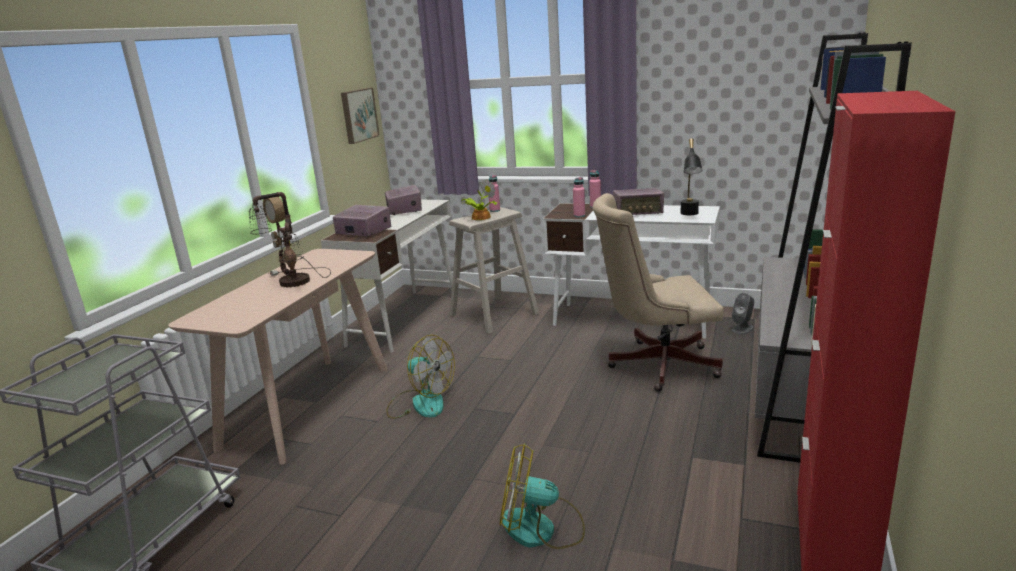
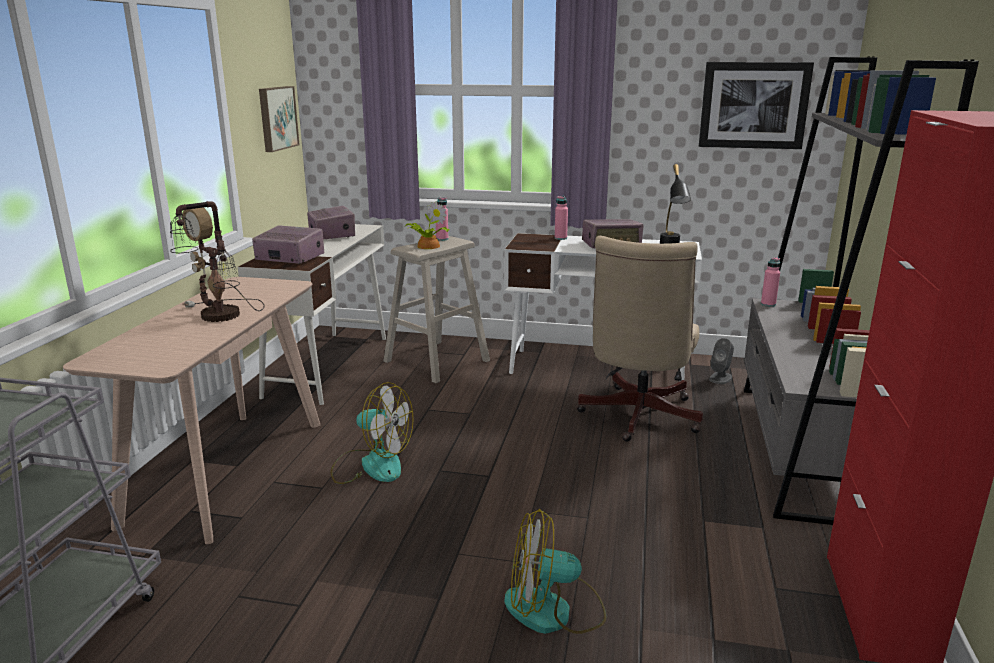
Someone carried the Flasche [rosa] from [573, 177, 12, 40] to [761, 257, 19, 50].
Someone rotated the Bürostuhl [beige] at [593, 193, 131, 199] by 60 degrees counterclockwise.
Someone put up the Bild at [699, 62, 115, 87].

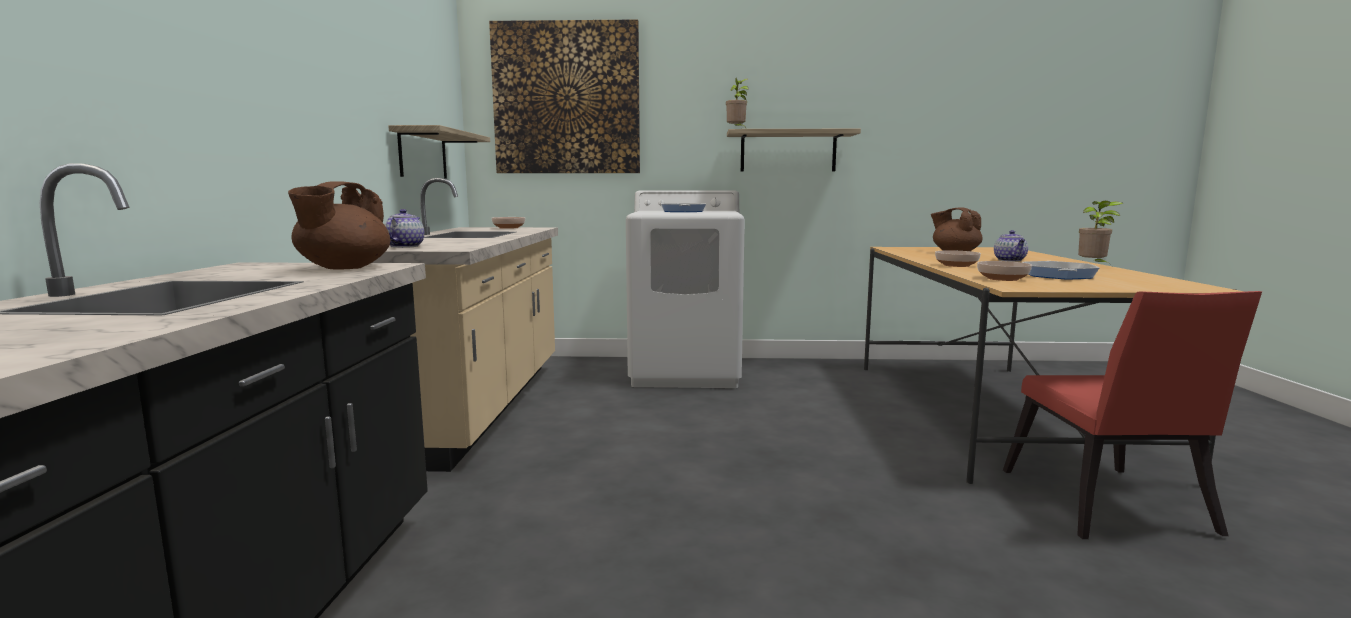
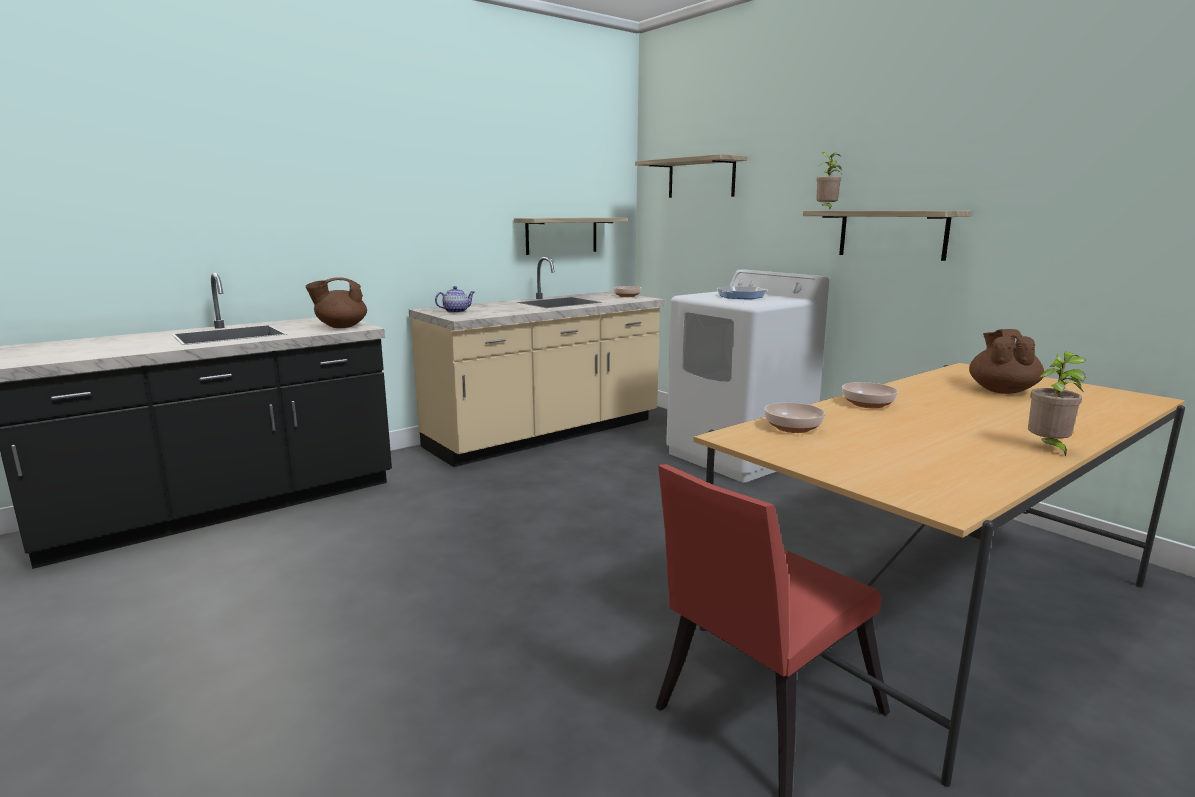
Someone swapped the Bild at [489, 19, 151, 154] for the Wandregal at [635, 154, 112, 44].
Someone took away the Teekanne at [994, 230, 34, 32].
Someone took away the Pfanne at [1022, 261, 77, 19].

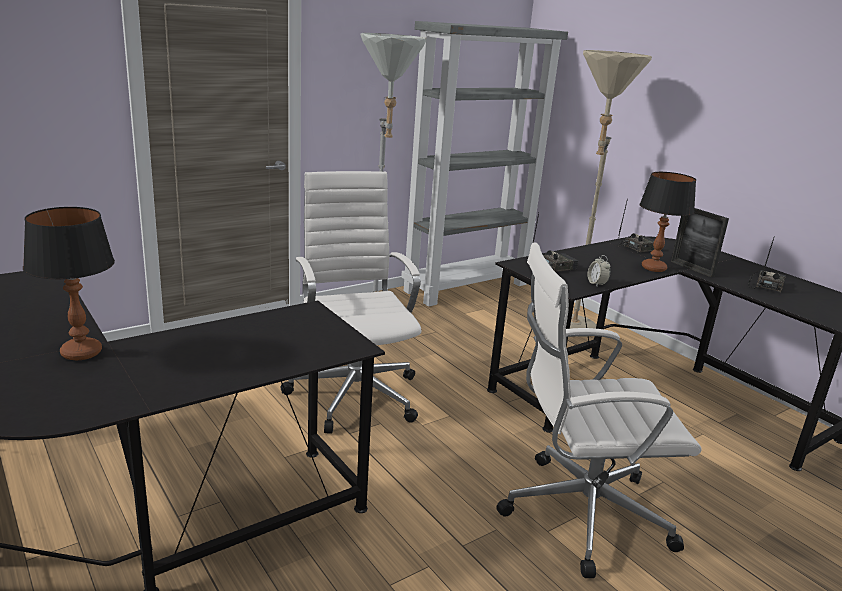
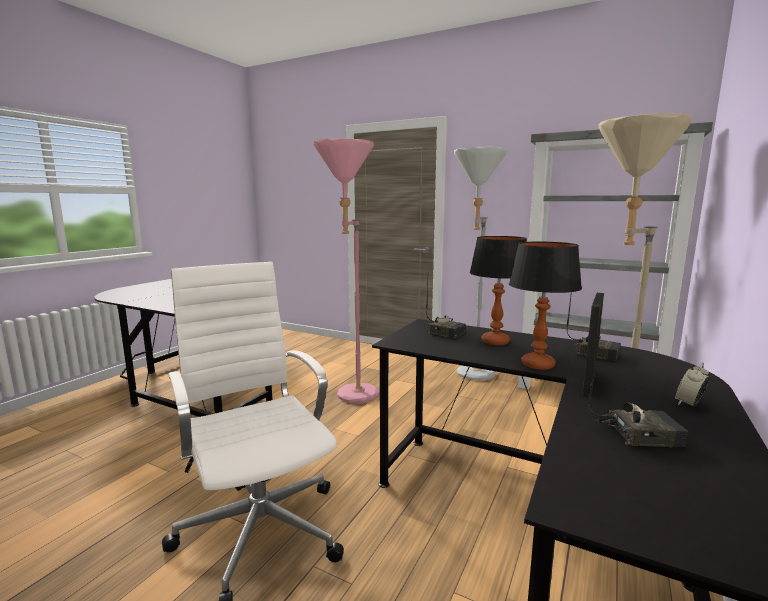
Someone swapped the Bürostuhl [weiß] at [280, 171, 141, 263] for the Stehlampe [rosa] at [314, 138, 66, 266].
Someone carried the Tischlampe from [23, 207, 92, 153] to [470, 236, 57, 109].
Someone carried the Wecker from [587, 255, 23, 31] to [675, 363, 34, 44].

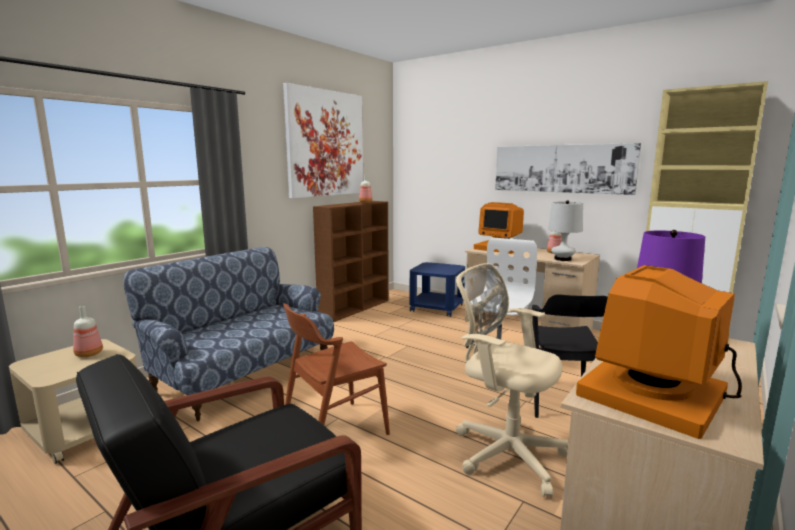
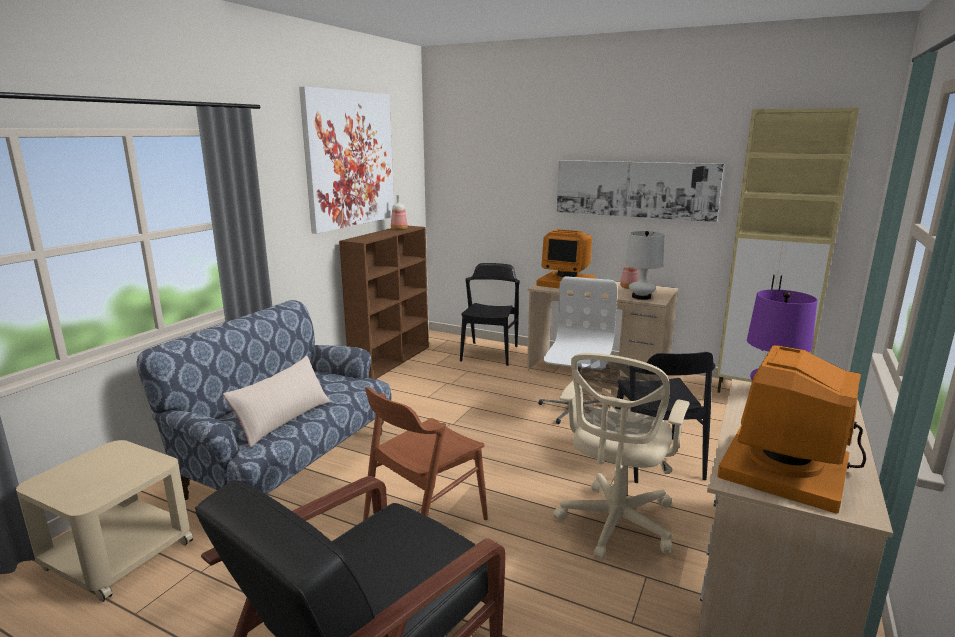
Someone swapped the Beistelltisch [blau] at [409, 262, 56, 55] for the Stuhl [schwarz] at [460, 263, 60, 103].
Someone rotated the Bürostuhl [beige] at [456, 263, 113, 235] by 90 degrees counterclockwise.
Someone took away the Flasche at [73, 306, 30, 51].
Someone put down the Kissen [beige] at [223, 356, 107, 92].

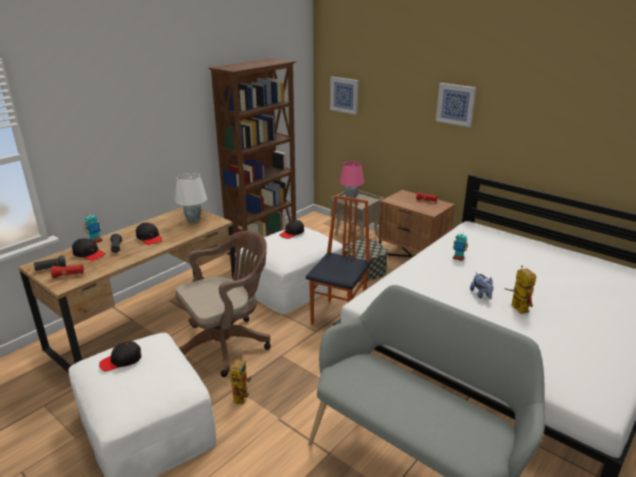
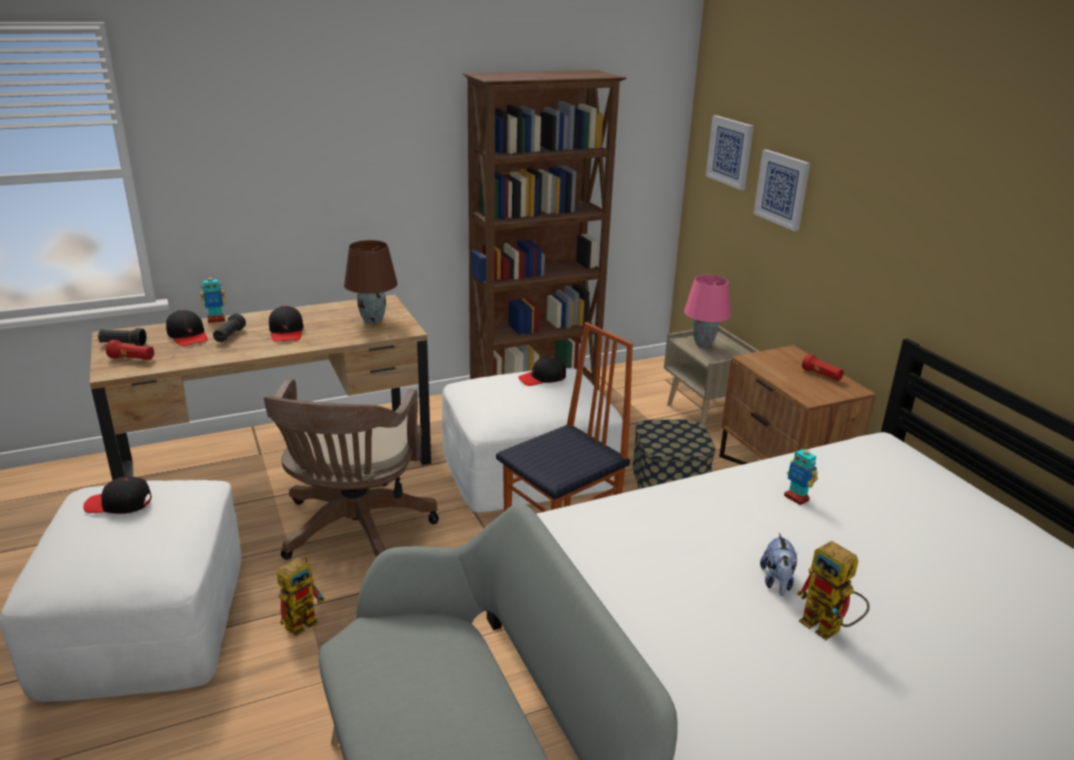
Someone carried the Bild from [436, 83, 40, 44] to [753, 149, 57, 82].
Someone repainted the Tischlampe [weiß] at [175, 173, 32, 50], which became the Tischlampe [braun] at [344, 240, 53, 84].
Someone rotated the Bürostuhl [braun] at [175, 231, 96, 146] by 105 degrees clockwise.
Someone rotated the Spielzeugroboter at [504, 266, 32, 48] by 135 degrees clockwise.

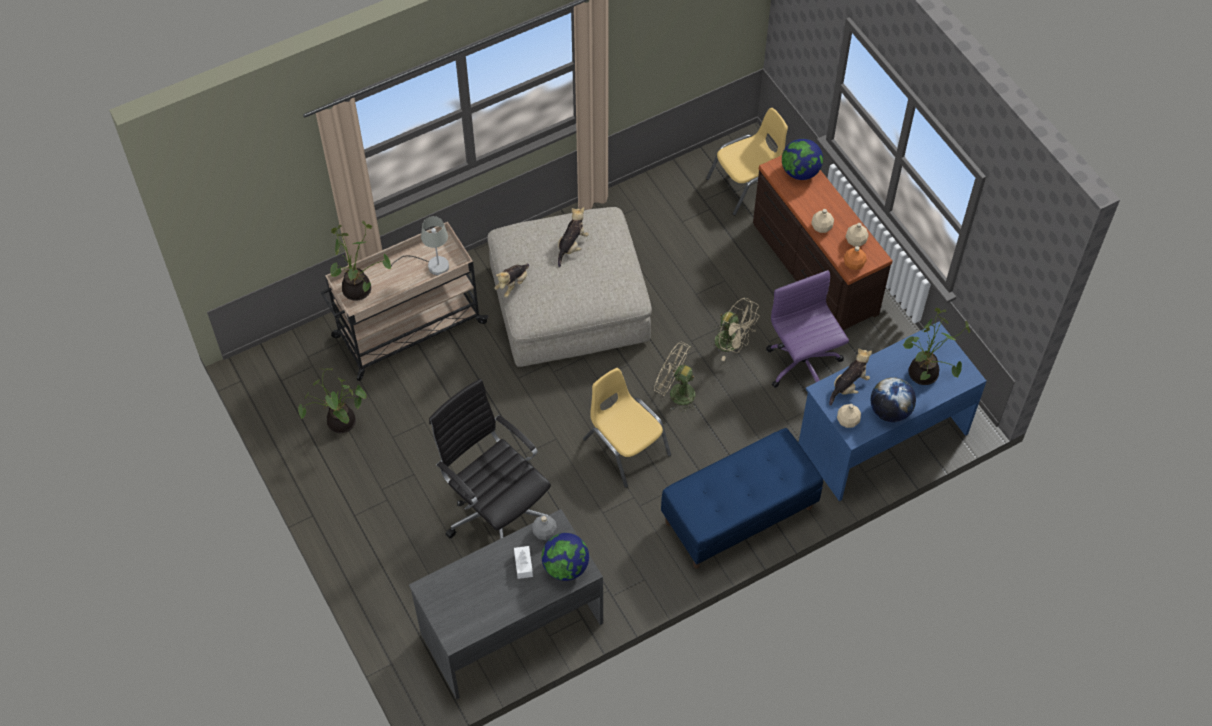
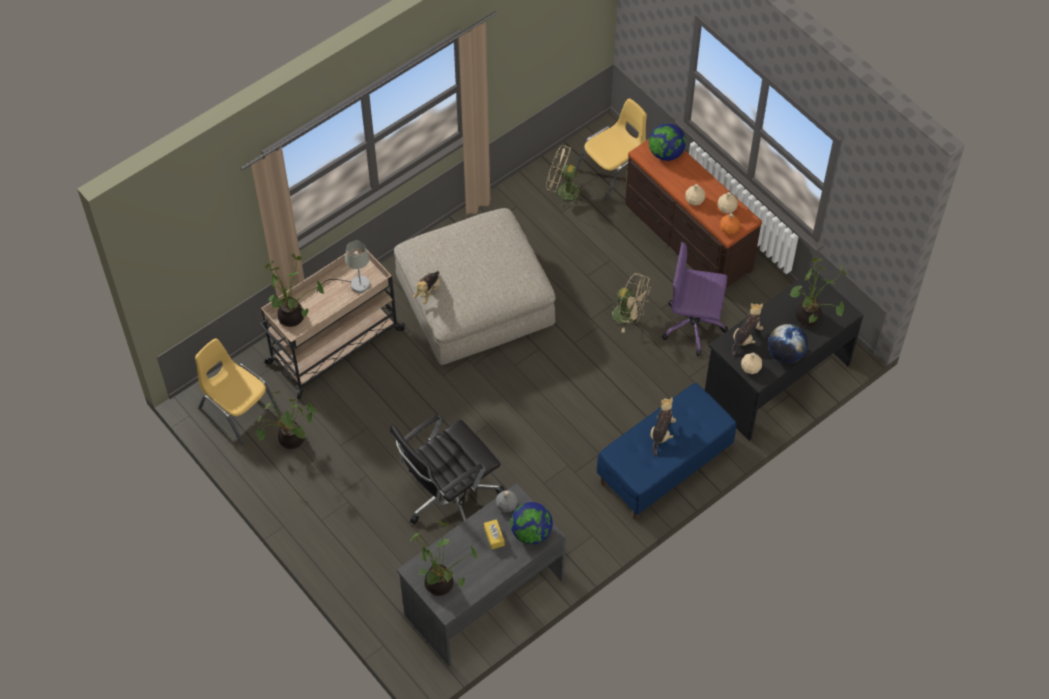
Someone carried the Plüschtier from [558, 207, 31, 60] to [650, 397, 26, 60].
Someone rotated the Bürostuhl [lila] at [766, 270, 83, 118] by 45 degrees counterclockwise.
Someone repainted the Schreibtisch [blau] at [798, 321, 188, 180], which became the Schreibtisch [schwarz] at [705, 269, 158, 172].
Someone carried the Ventilator [beige] from [654, 341, 45, 72] to [546, 145, 38, 62].
Someone carried the Stuhl [gelb] from [583, 368, 88, 120] to [195, 338, 84, 106].
Someone rotated the Bürostuhl [schwarz] at [429, 379, 122, 160] by 75 degrees counterclockwise.
Someone repainted the Taschentuchbox [weiß] at [514, 546, 19, 33], which became the Taschentuchbox [gelb] at [484, 519, 21, 30].
Someone put down the Topfpflanze at [410, 521, 68, 75].

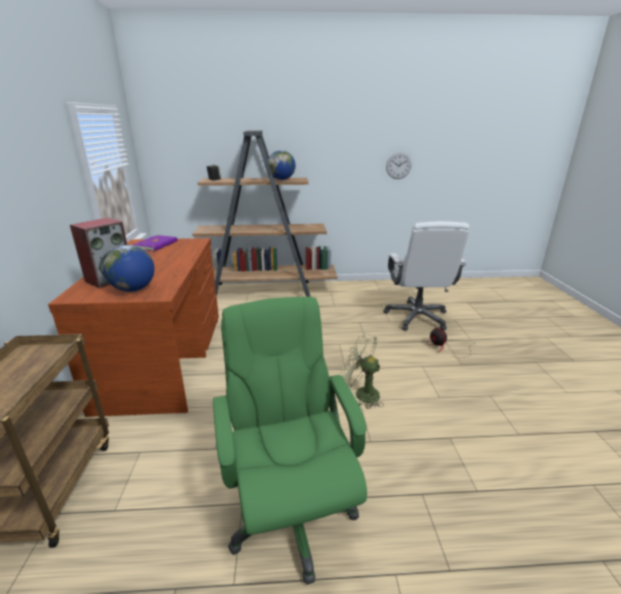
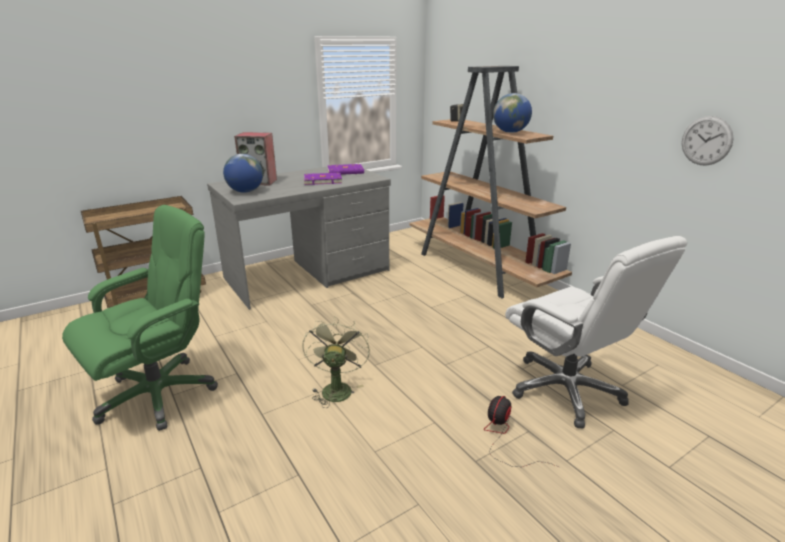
Someone rotated the Bürostuhl [weiß] at [383, 221, 86, 110] by 90 degrees counterclockwise.
Someone repainted the Schreibtisch [braun] at [48, 238, 171, 179], which became the Schreibtisch [grau] at [207, 163, 184, 147].
Someone put down the Buch [lila] at [304, 173, 38, 12].

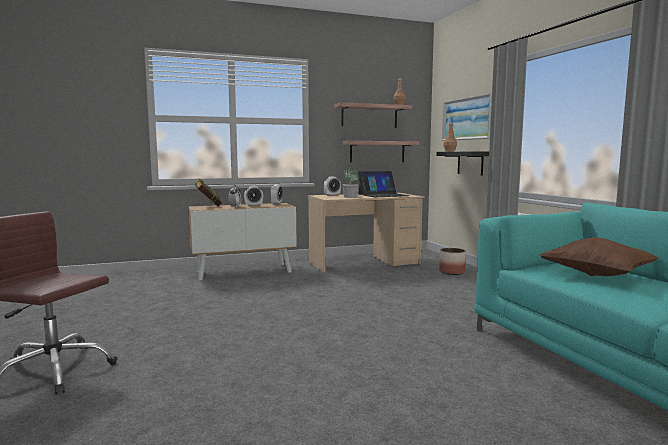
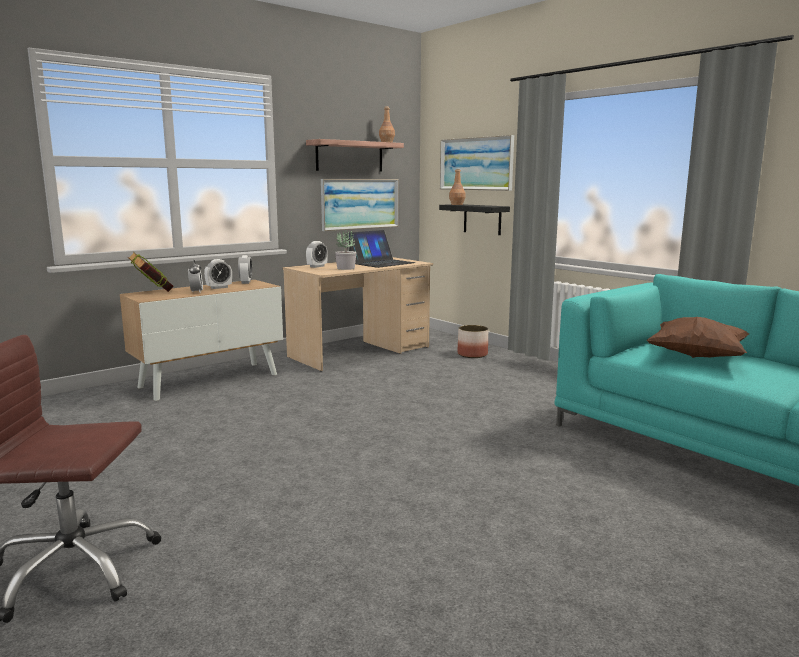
Someone swapped the Wandregal at [343, 141, 76, 22] for the Bild at [321, 179, 78, 52].

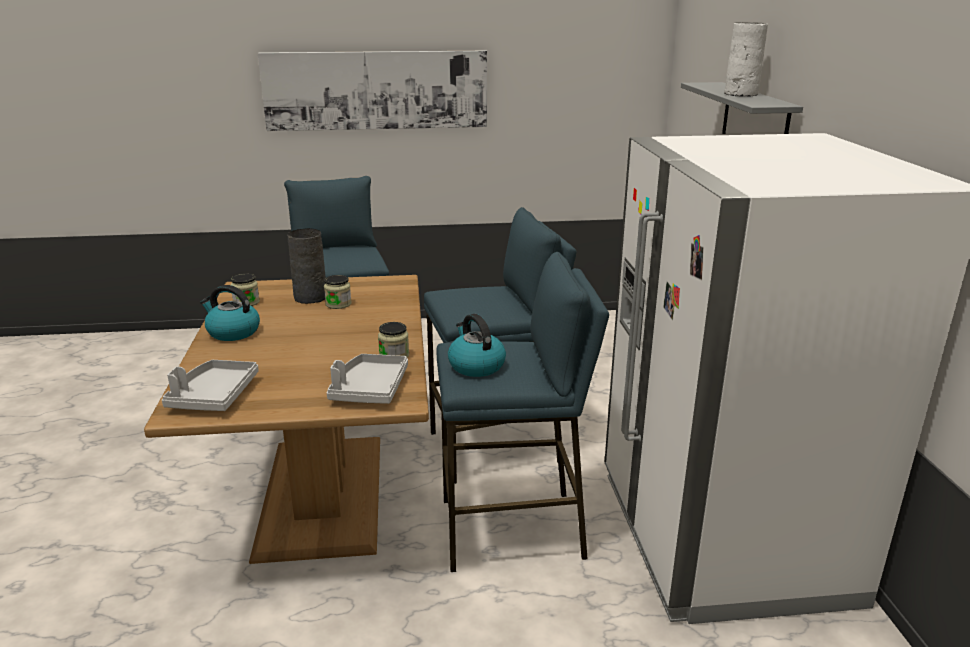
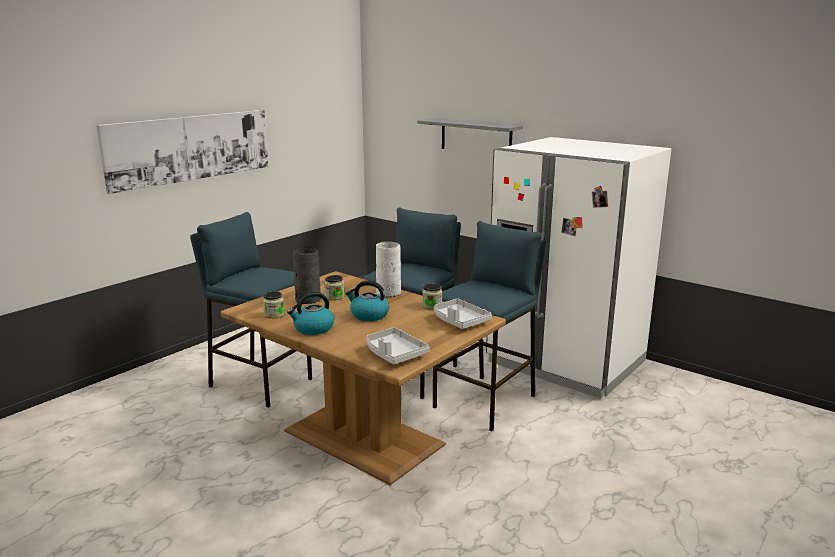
Someone carried the Vase [weiß] from [724, 22, 44, 75] to [376, 241, 25, 56].
Someone carried the Wasserkessel from [448, 314, 58, 63] to [346, 280, 43, 41].

